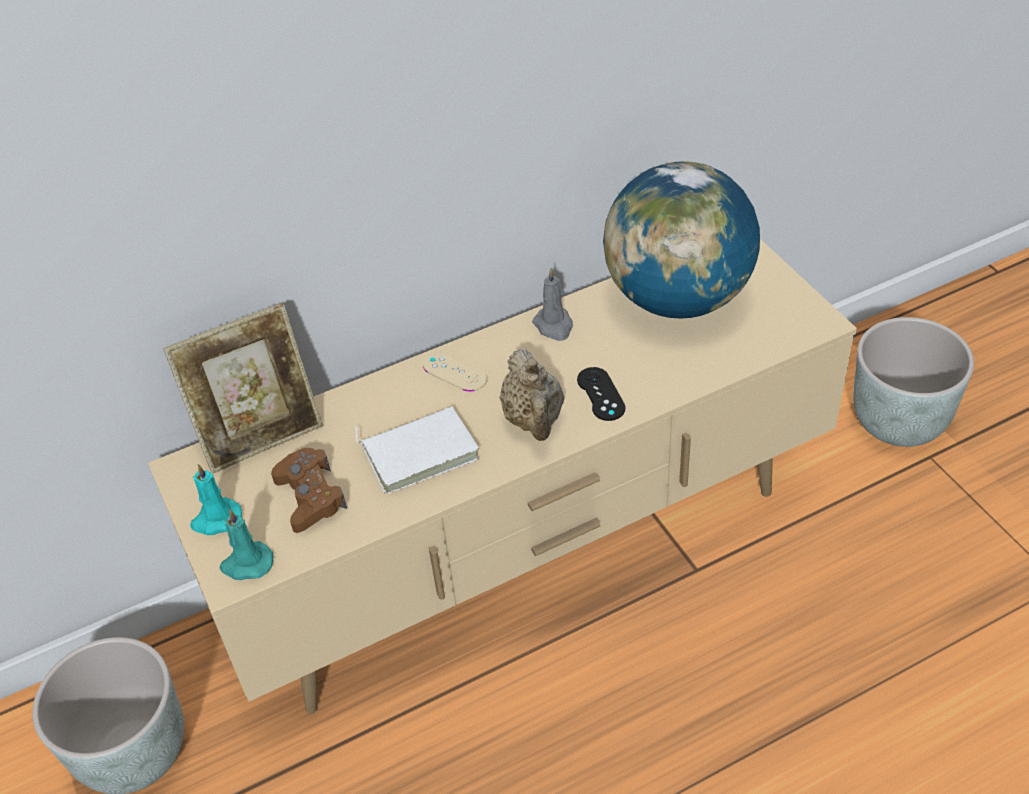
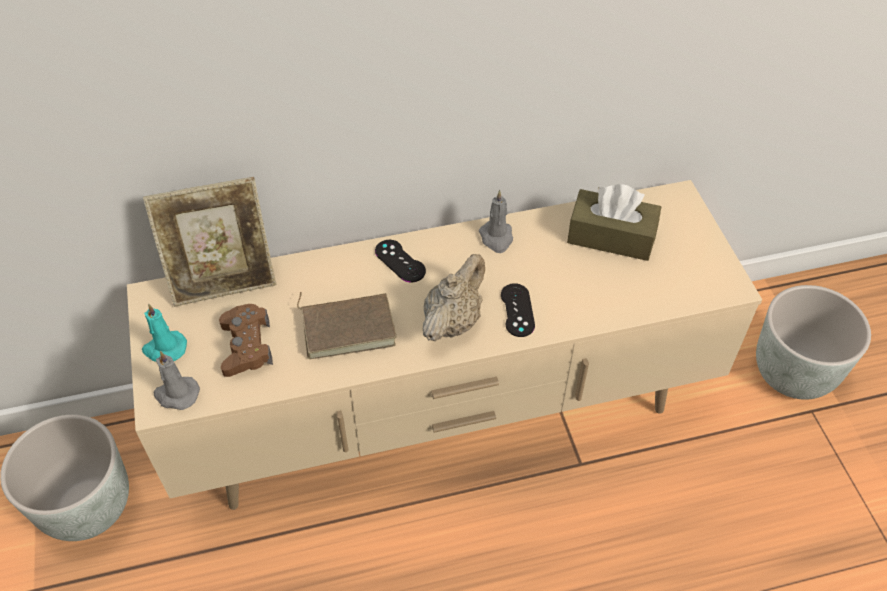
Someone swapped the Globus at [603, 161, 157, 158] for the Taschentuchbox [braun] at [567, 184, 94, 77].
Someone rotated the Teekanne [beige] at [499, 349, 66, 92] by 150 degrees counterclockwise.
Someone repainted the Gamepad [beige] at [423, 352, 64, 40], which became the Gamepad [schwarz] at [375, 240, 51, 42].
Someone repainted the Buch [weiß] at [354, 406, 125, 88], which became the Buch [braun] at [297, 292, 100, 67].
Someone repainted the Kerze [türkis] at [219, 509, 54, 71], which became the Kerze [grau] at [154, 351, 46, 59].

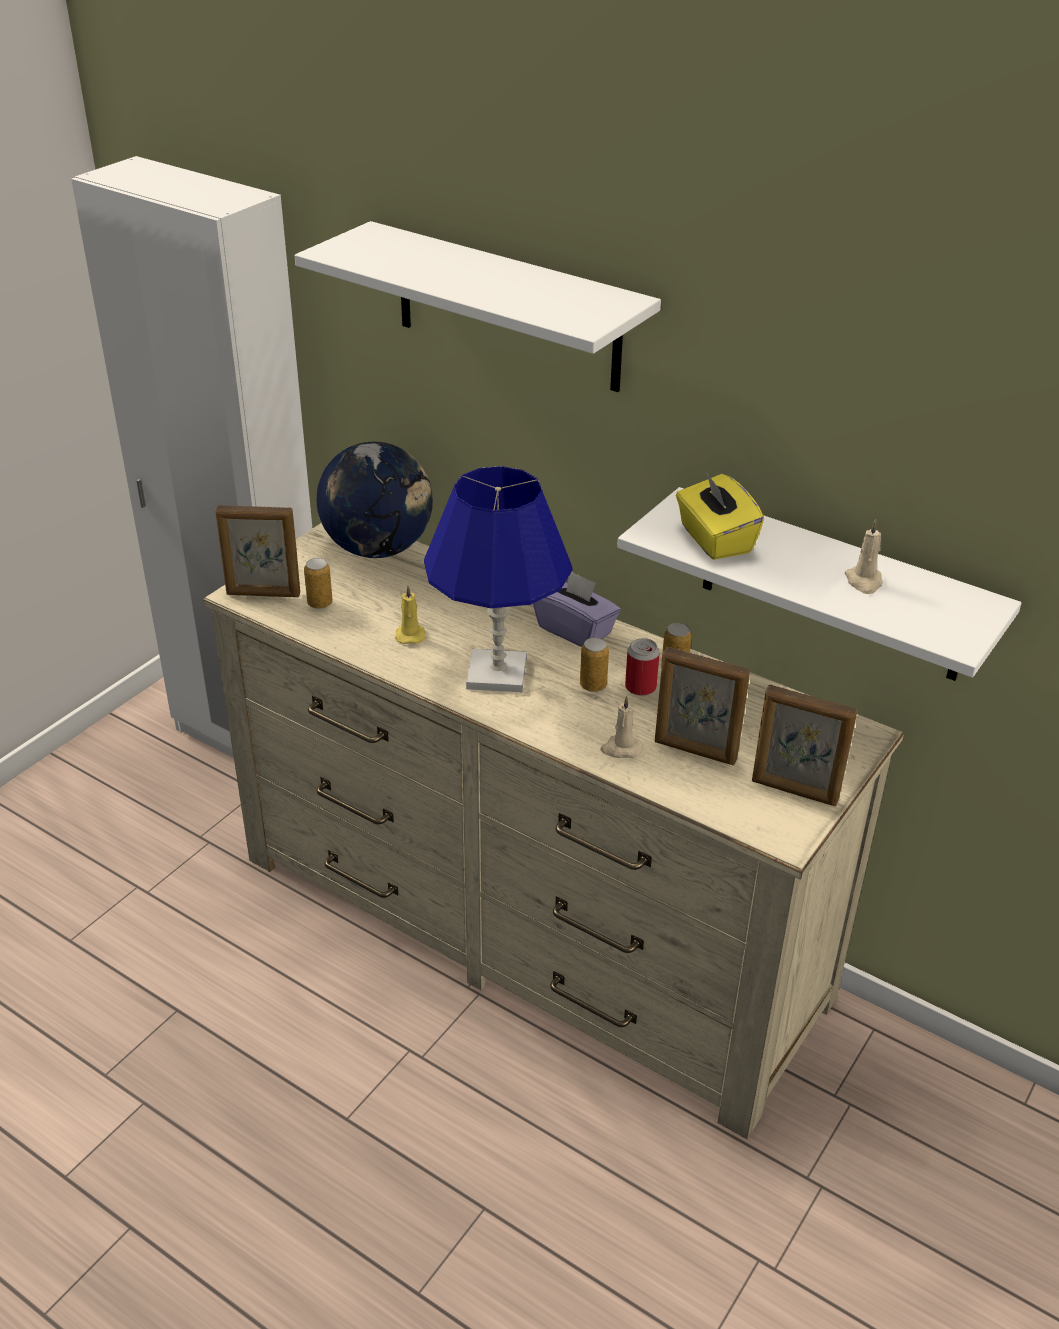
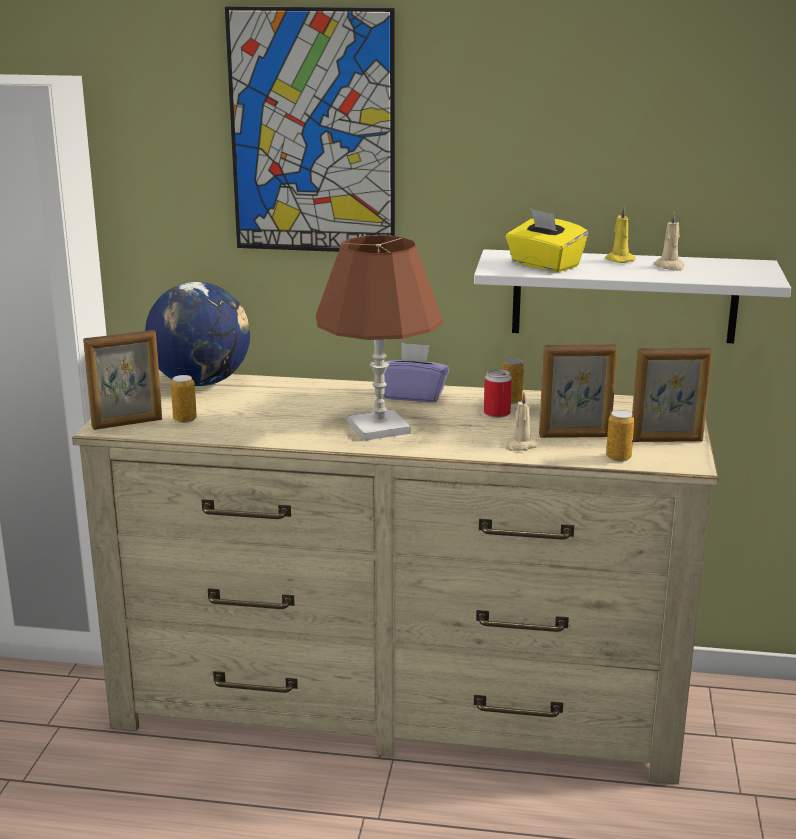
Someone swapped the Wandregal [weiß] at [295, 221, 366, 171] for the Bild at [225, 6, 170, 246].
Someone repainted the Tischlampe [blau] at [424, 466, 149, 226], which became the Tischlampe [braun] at [316, 235, 127, 206].
Someone carried the Kerze [gelb] from [395, 585, 31, 59] to [605, 206, 31, 57].
Someone carried the Dose from [580, 638, 29, 54] to [606, 410, 28, 52].

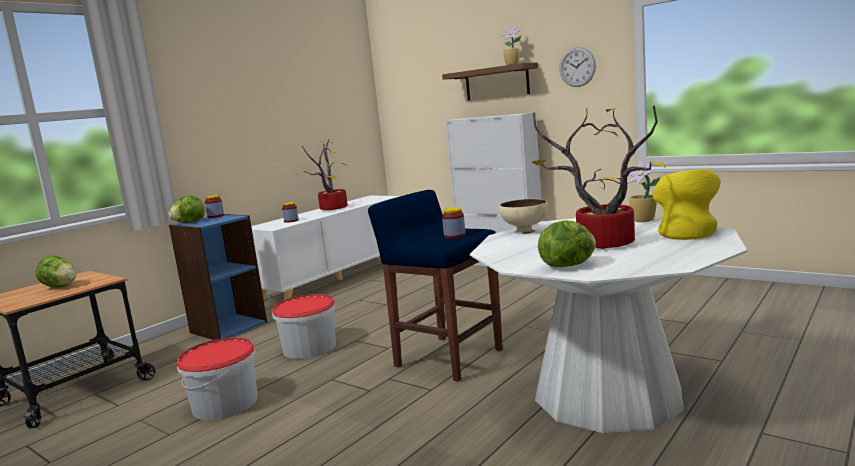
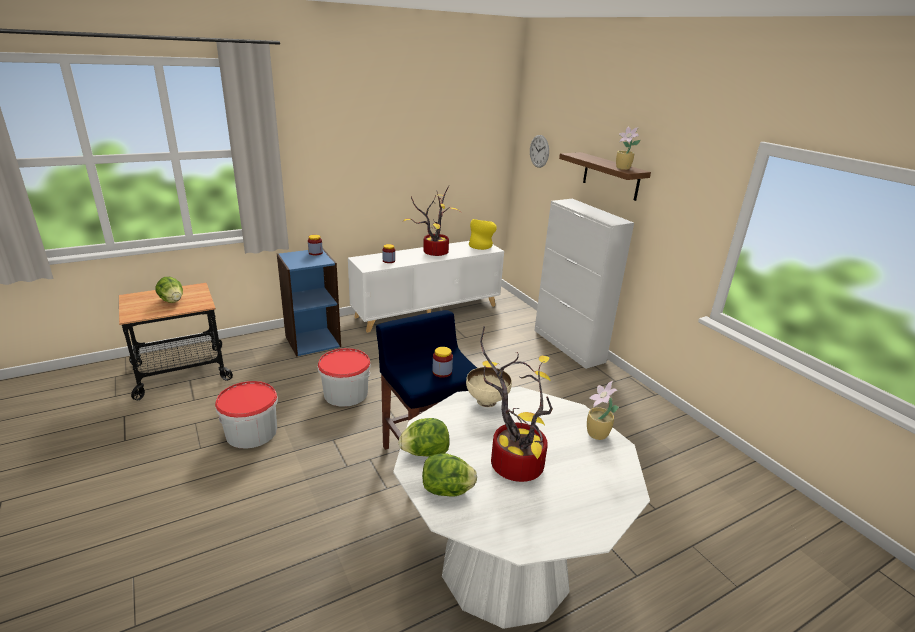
Someone carried the Wanduhr from [559, 47, 37, 40] to [530, 135, 19, 33].
Someone carried the Vase [gelb] from [653, 169, 67, 71] to [469, 219, 28, 31].
Someone carried the Salatkopf from [169, 196, 36, 27] to [399, 418, 51, 39].

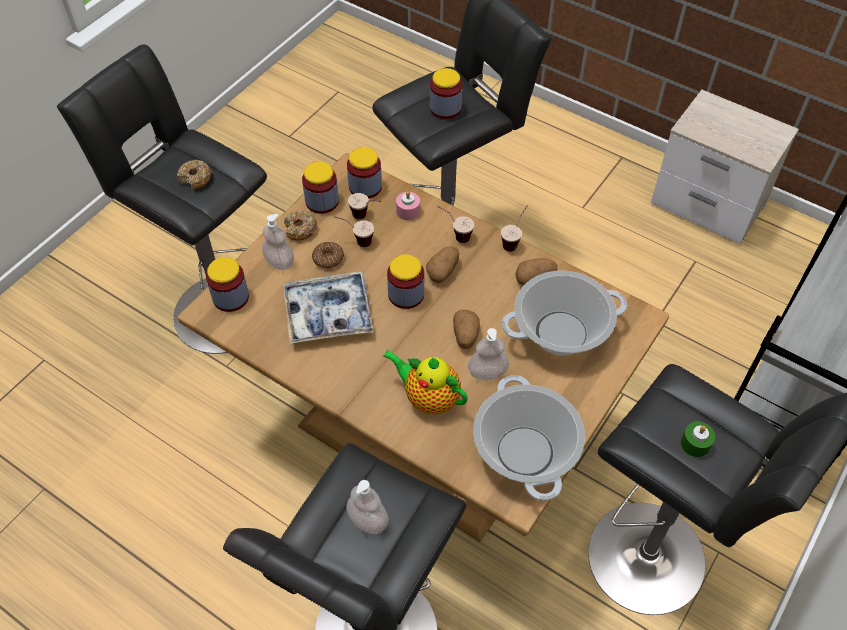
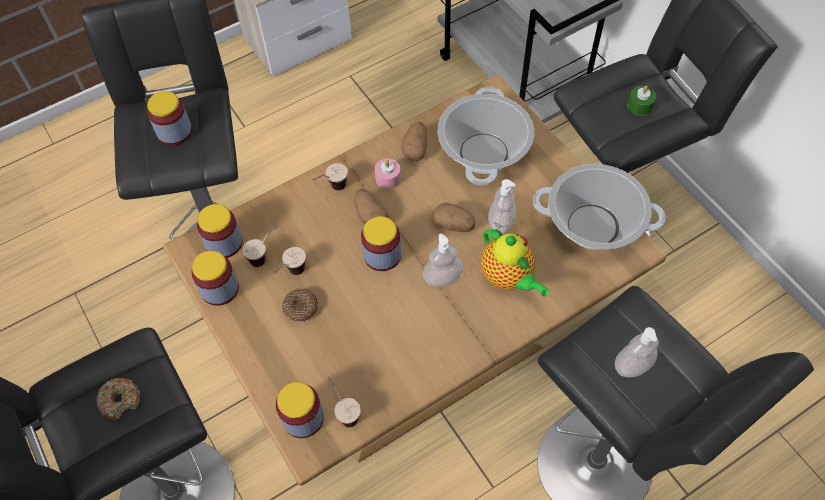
Someone carried the Kerze [rosa] from [396, 191, 24, 29] to [375, 159, 26, 30].
Someone carried the Tasse from [501, 205, 27, 47] to [328, 376, 33, 51].
Someone took away the Donut at [284, 211, 33, 30].
Someone carried the Seifenspender from [262, 214, 32, 56] to [423, 234, 40, 53].
Someone took away the Tablett at [283, 271, 91, 73].
Someone rotated the Teekanne at [383, 350, 85, 64] by 90 degrees counterclockwise.

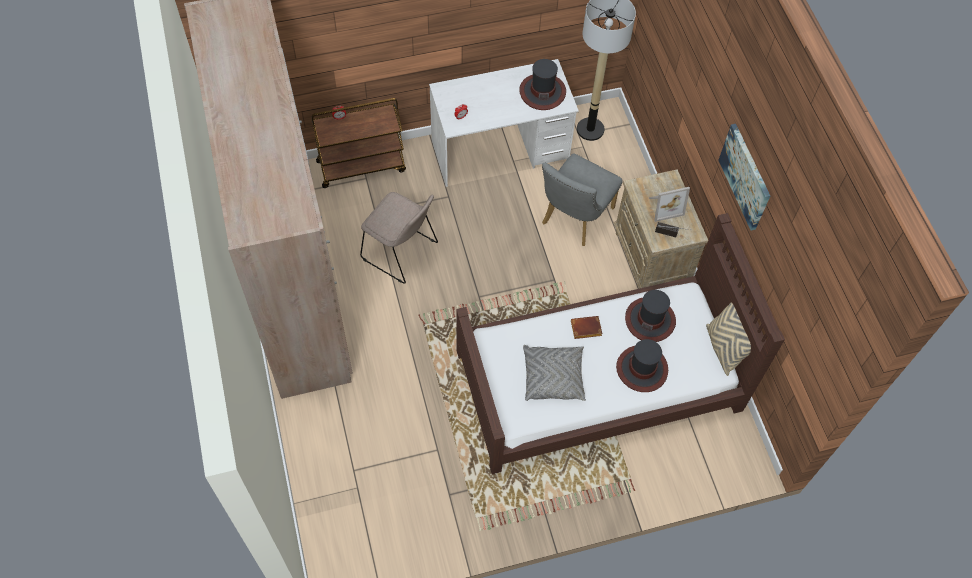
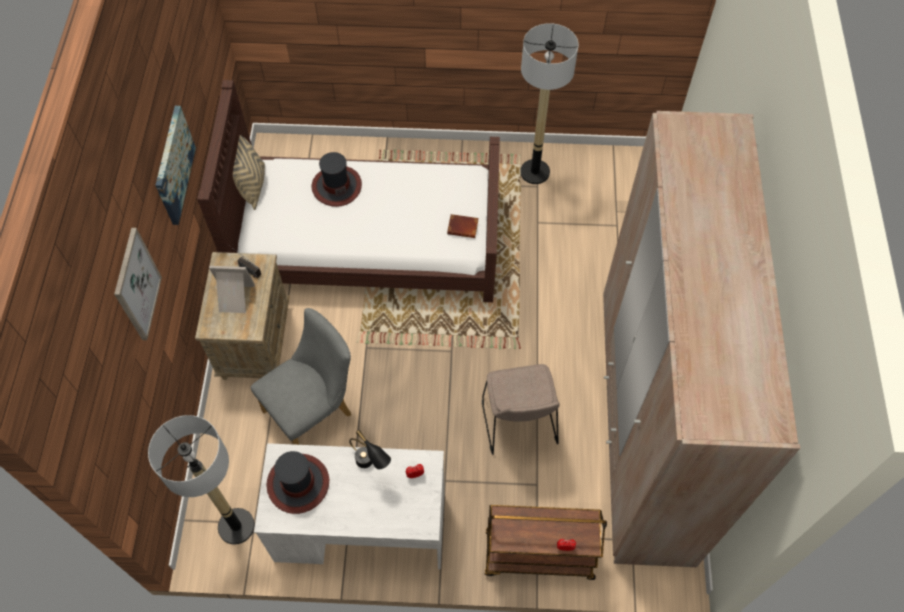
Someone rotated the Stuhl [beige] at [360, 192, 78, 92] by 150 degrees counterclockwise.
Someone took away the Hut at [625, 290, 51, 52].
Someone carried the Buch [braun] from [571, 316, 32, 23] to [447, 214, 31, 24].
Someone took away the Kissen [grau] at [523, 345, 63, 56].
Someone put down the Stehlampe at [520, 23, 59, 161].
Someone put up the Bild at [114, 228, 48, 112].
Someone put down the Tischlampe [schwarz] at [349, 430, 42, 39].

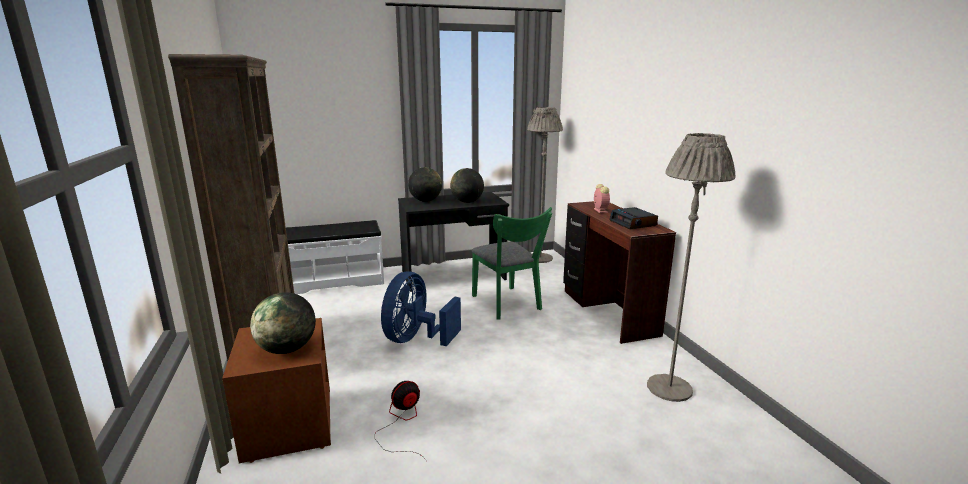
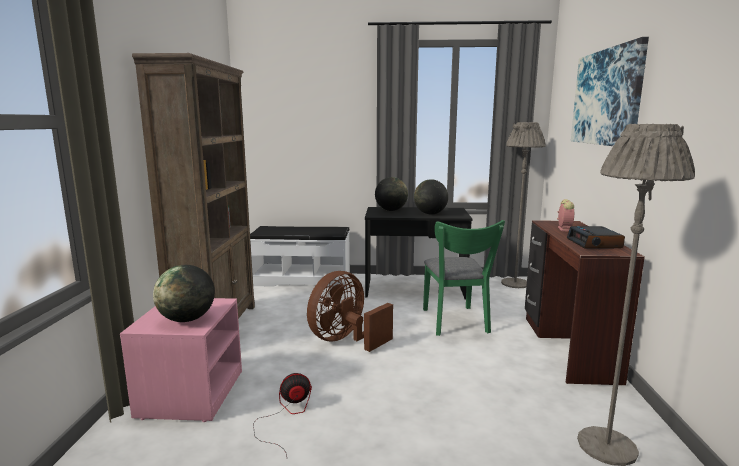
Someone repainted the Ventilator [blau] at [381, 271, 80, 75], which became the Ventilator [braun] at [307, 271, 86, 81].
Someone repainted the Nachttisch [braun] at [222, 318, 109, 145], which became the Nachttisch [rosa] at [120, 298, 122, 124].
Someone put up the Bild at [571, 37, 78, 109].

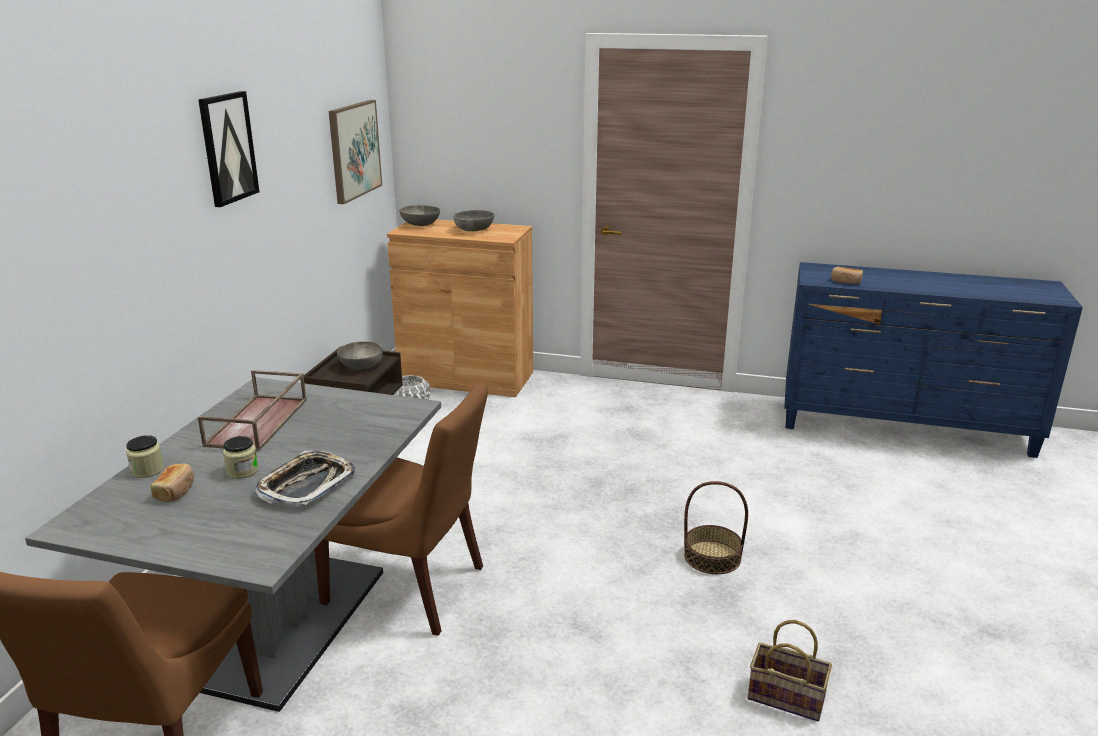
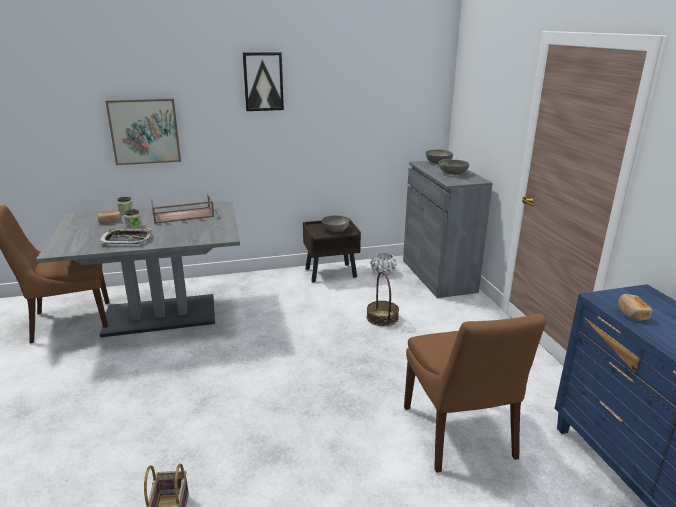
Someone carried the Bild from [329, 100, 53, 104] to [105, 98, 76, 67].
Someone repainted the Schrank [braun] at [387, 220, 146, 177], which became the Schrank [grau] at [403, 161, 90, 137].
Someone carried the Stuhl [braun] from [314, 383, 174, 253] to [404, 314, 142, 159].
Someone carried the Korb from [684, 481, 64, 93] to [367, 272, 32, 54].

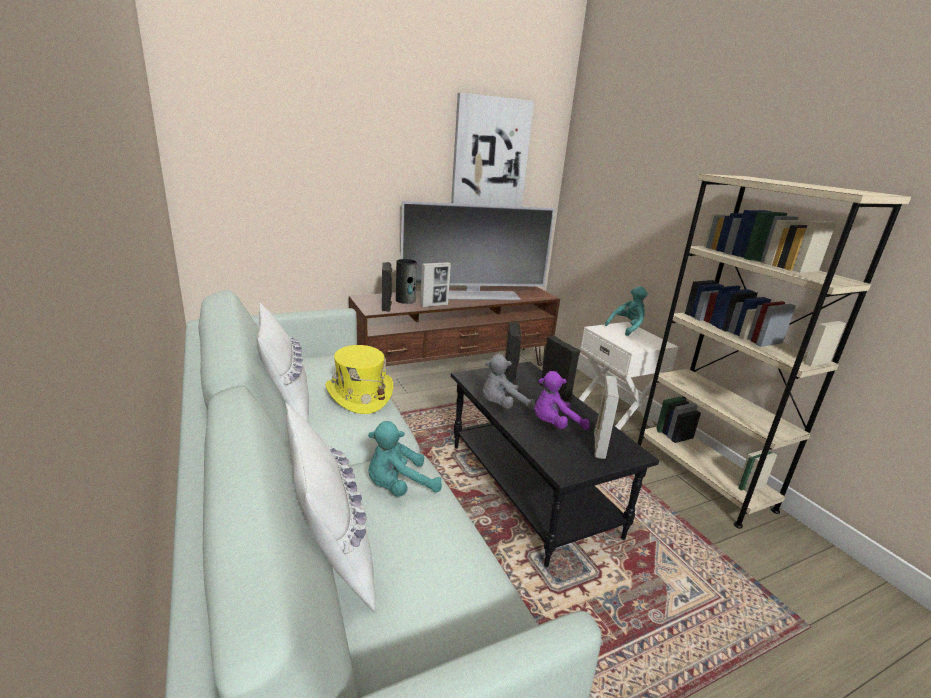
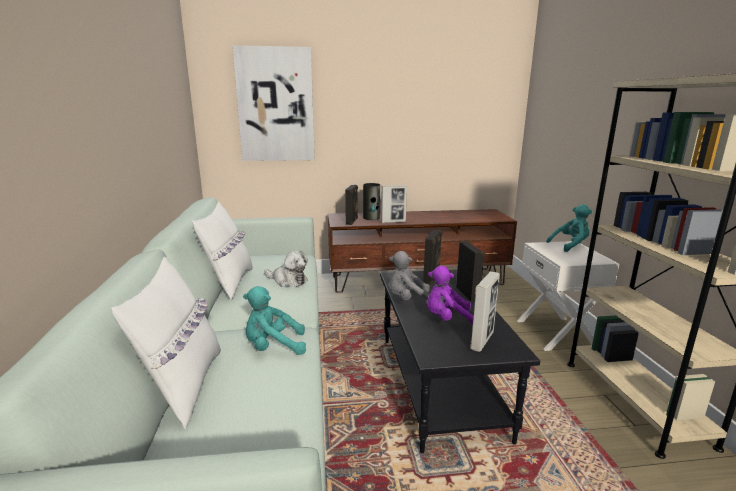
Someone carried the Bild from [451, 93, 83, 113] to [232, 45, 83, 116].
Someone took away the Fernseher at [400, 201, 155, 99].
Someone swapped the Hut [gelb] at [325, 345, 68, 69] for the Plüschtier at [264, 250, 44, 37].

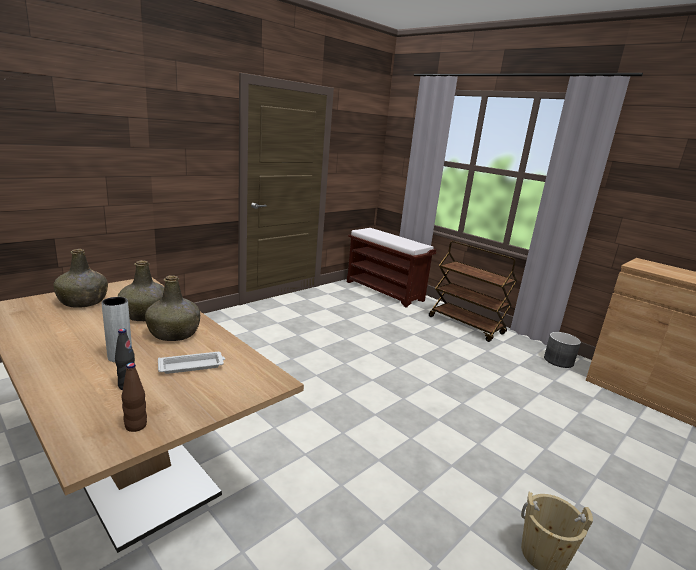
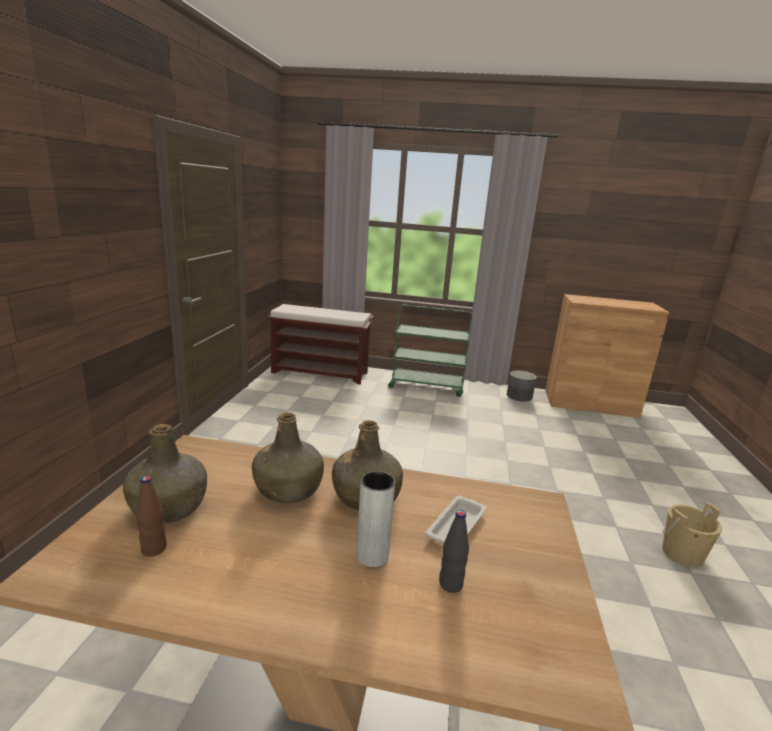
Someone repainted the Rollwagen [braun] at [429, 241, 88, 101], which became the Rollwagen [grün] at [389, 304, 83, 93].
Someone carried the Flasche [braun] from [122, 363, 25, 69] to [136, 476, 31, 81].

